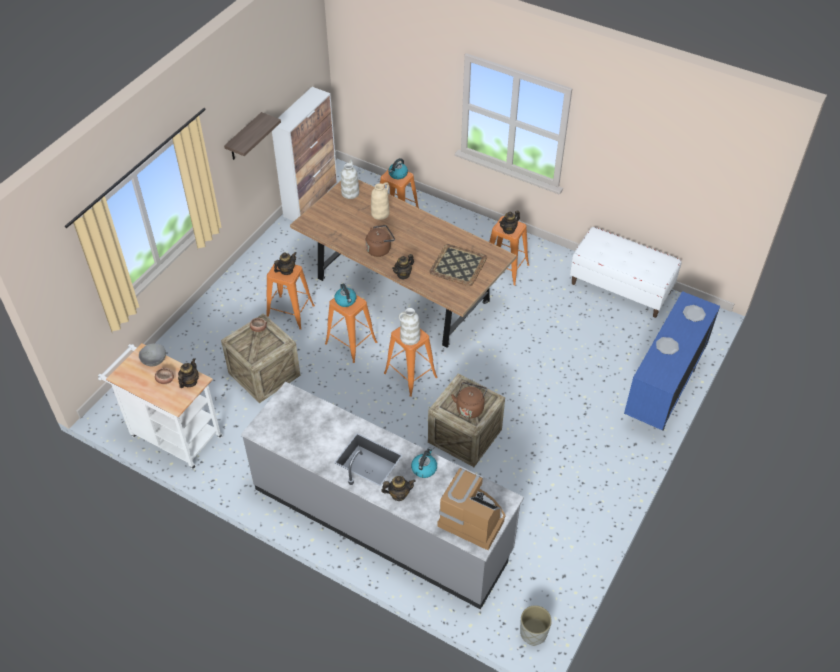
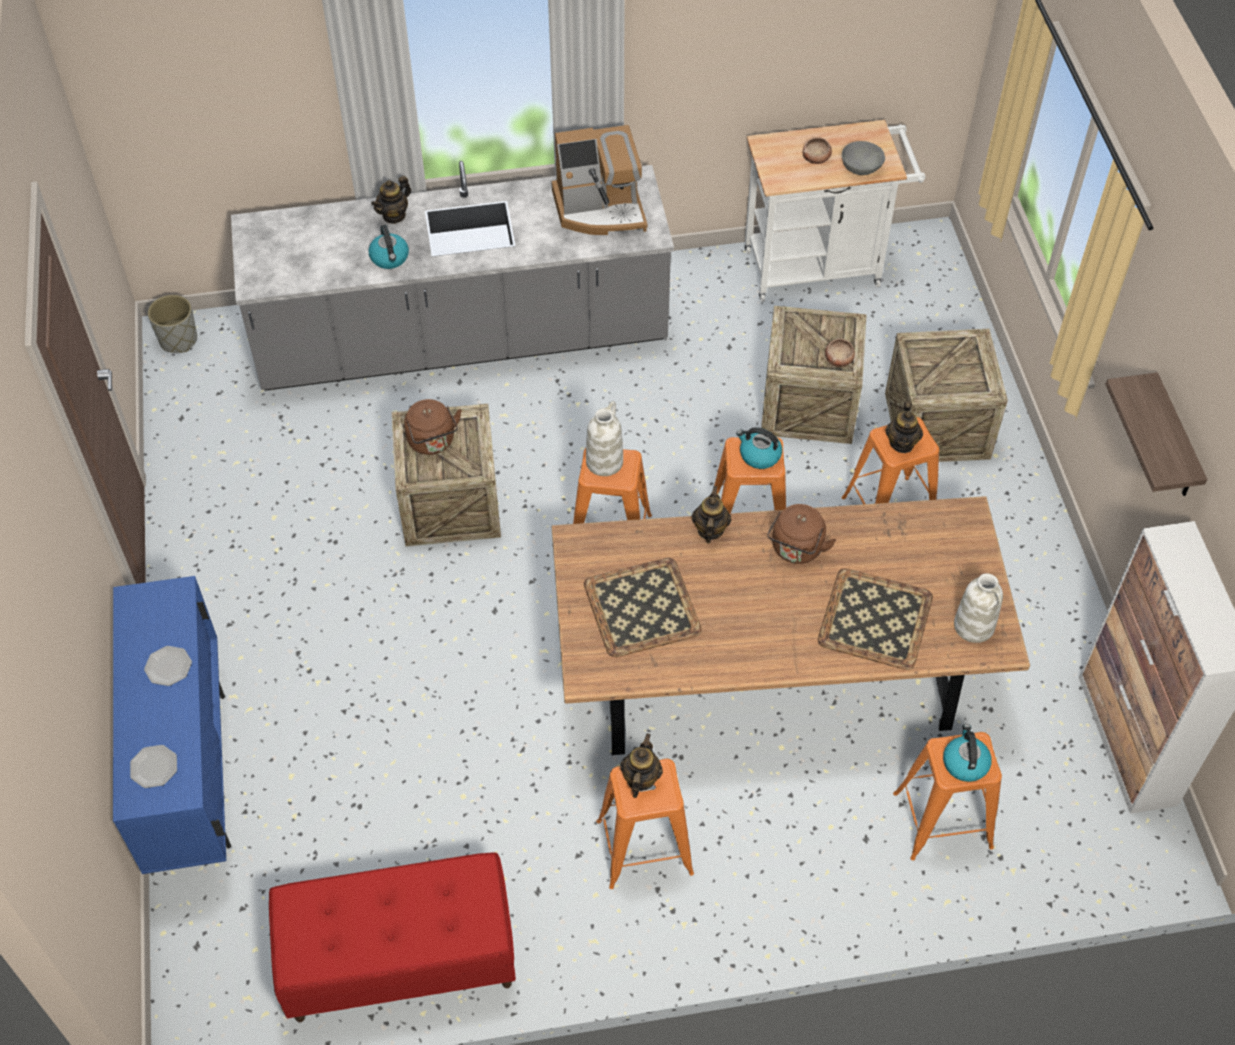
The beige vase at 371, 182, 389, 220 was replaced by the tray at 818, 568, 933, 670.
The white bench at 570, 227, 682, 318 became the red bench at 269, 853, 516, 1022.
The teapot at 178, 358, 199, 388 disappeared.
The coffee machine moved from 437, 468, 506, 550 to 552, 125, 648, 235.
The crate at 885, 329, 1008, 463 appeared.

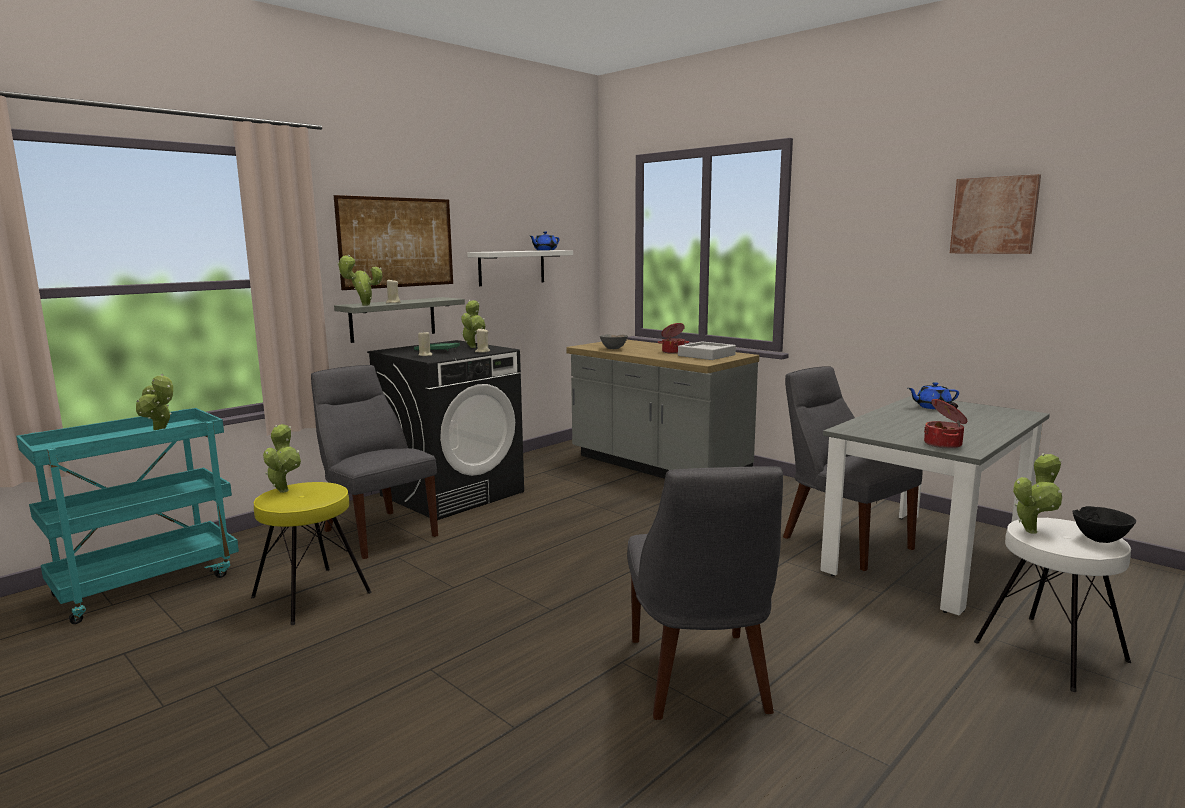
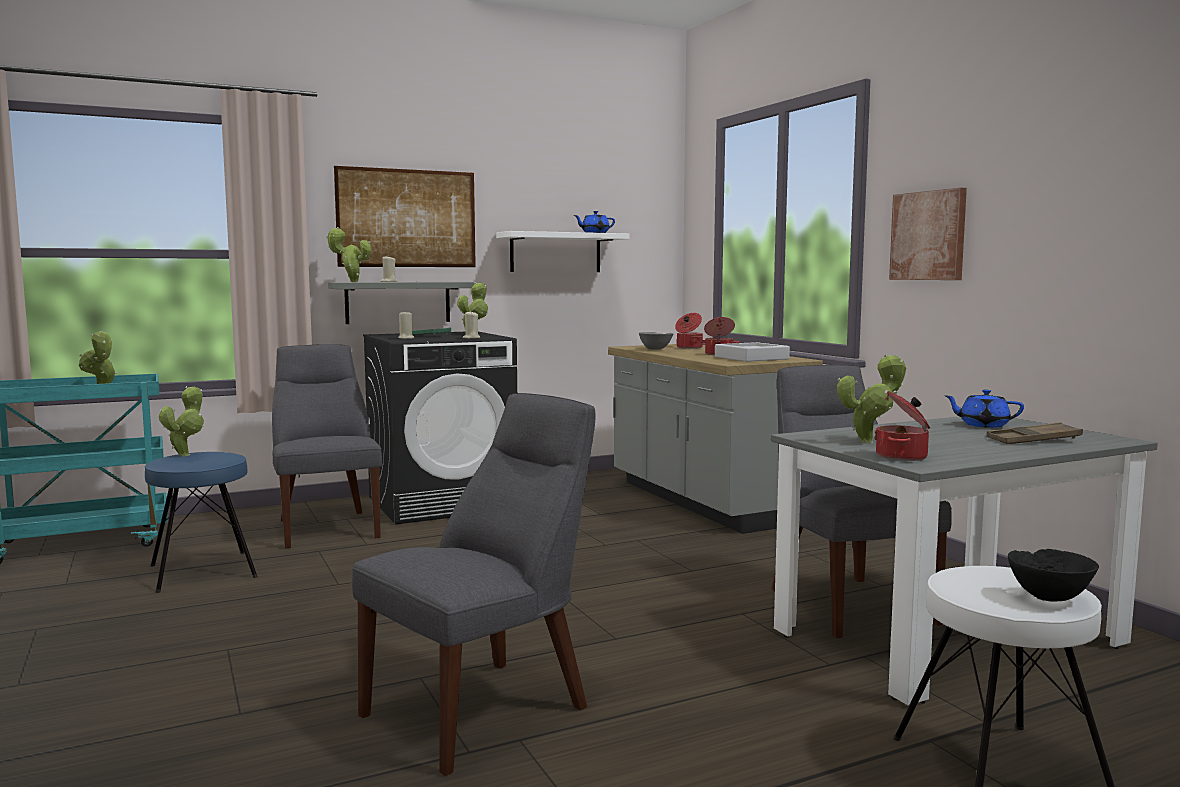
The picture moved from 950, 174, 1041, 254 to 889, 188, 967, 280.
The potted plant moved from 1013, 453, 1062, 534 to 837, 354, 906, 443.
The grey chair at 627, 466, 783, 720 turned 150 degrees counterclockwise.
The yellow stool at 251, 482, 372, 625 became the blue stool at 145, 452, 258, 593.
The cooking pot at 675, 313, 703, 349 appeared.
The brown tray at 987, 422, 1083, 444 appeared.

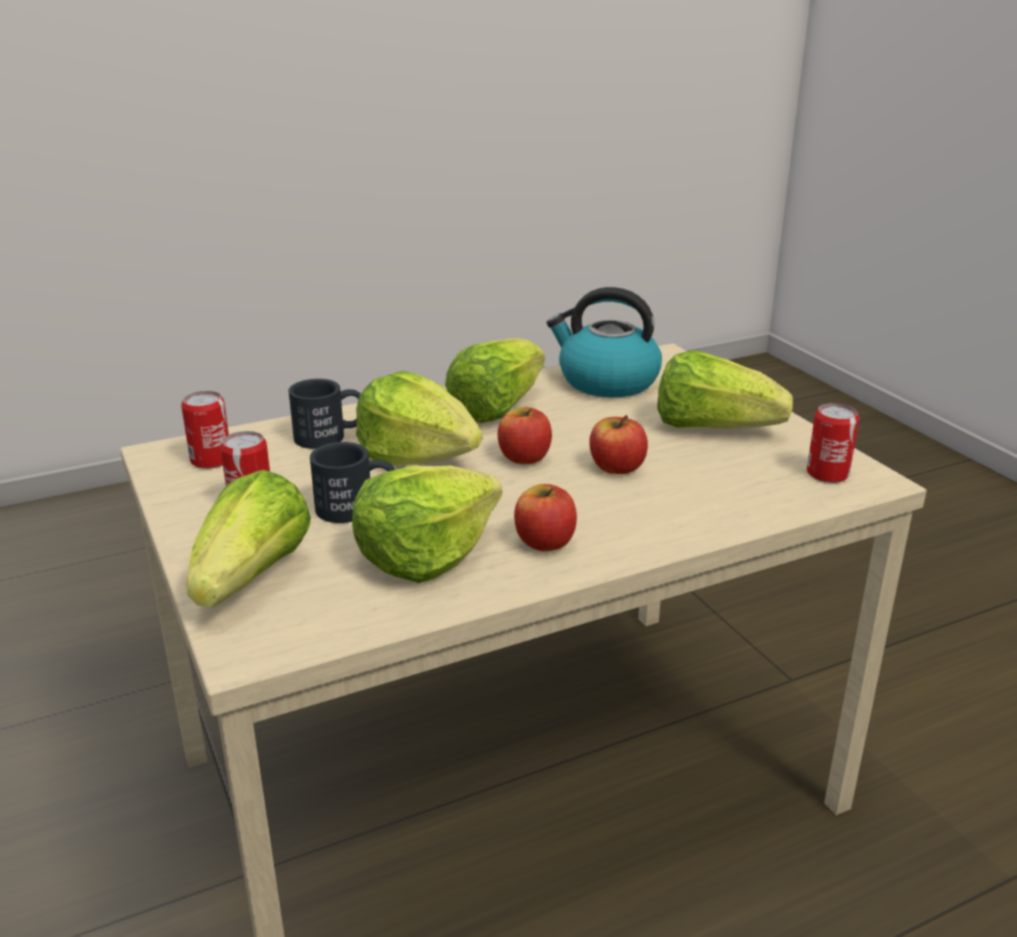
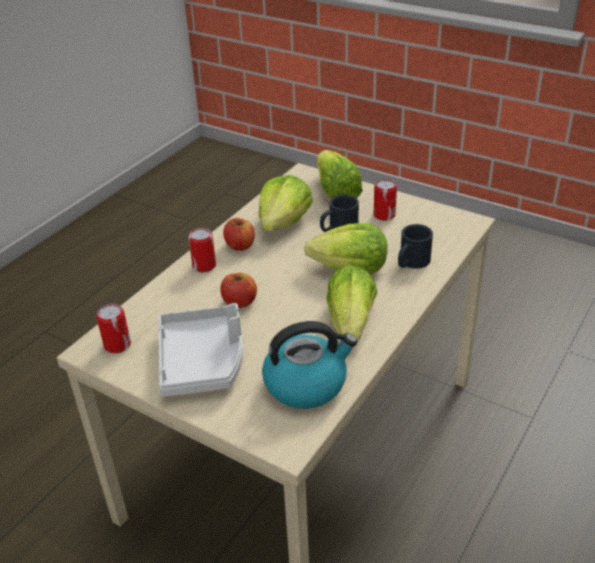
The lettuce at 657, 350, 793, 428 was replaced by the grey tray at 159, 303, 243, 397.
The can moved from 181, 391, 229, 469 to 188, 228, 216, 272.
The apple at 498, 407, 552, 464 disappeared.

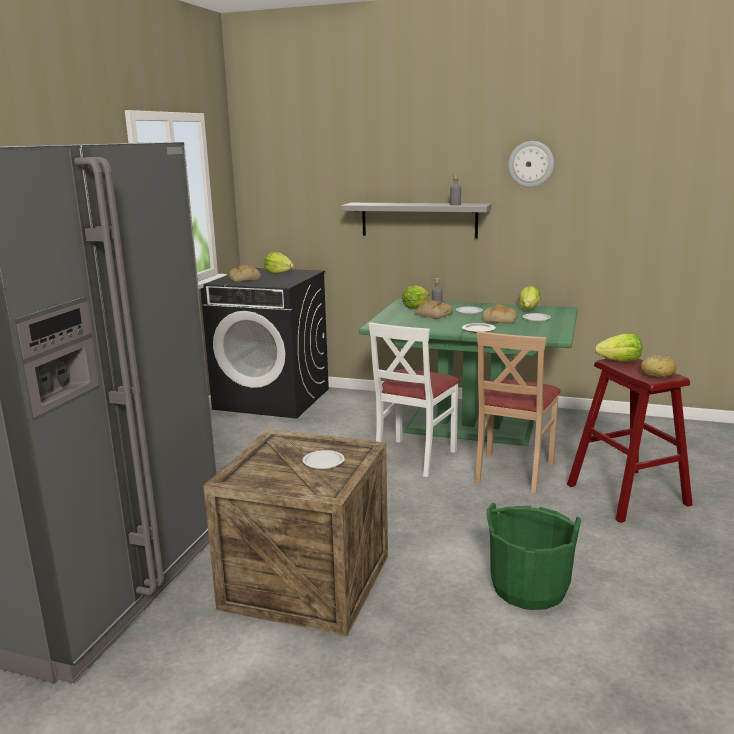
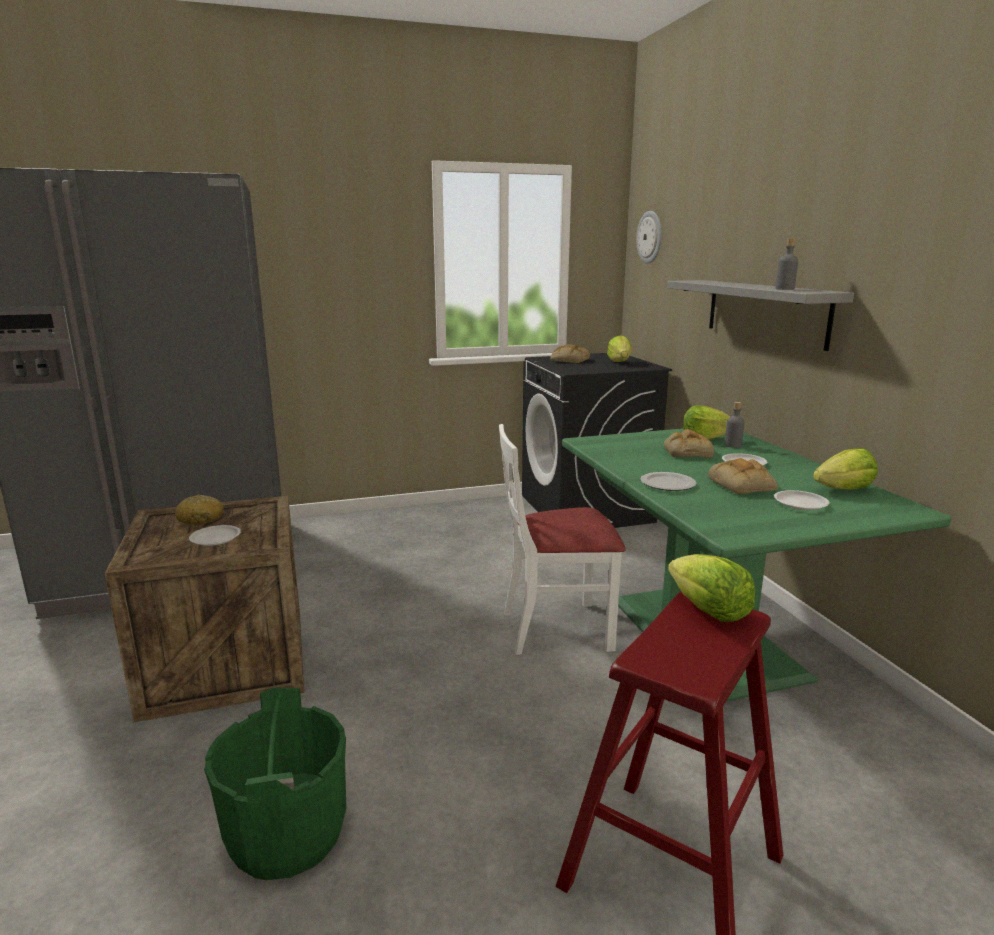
The wall clock moved from 508, 141, 554, 187 to 636, 211, 662, 264.
The beige chair at 475, 331, 561, 493 disappeared.
The bread moved from 641, 355, 676, 378 to 175, 494, 224, 525.

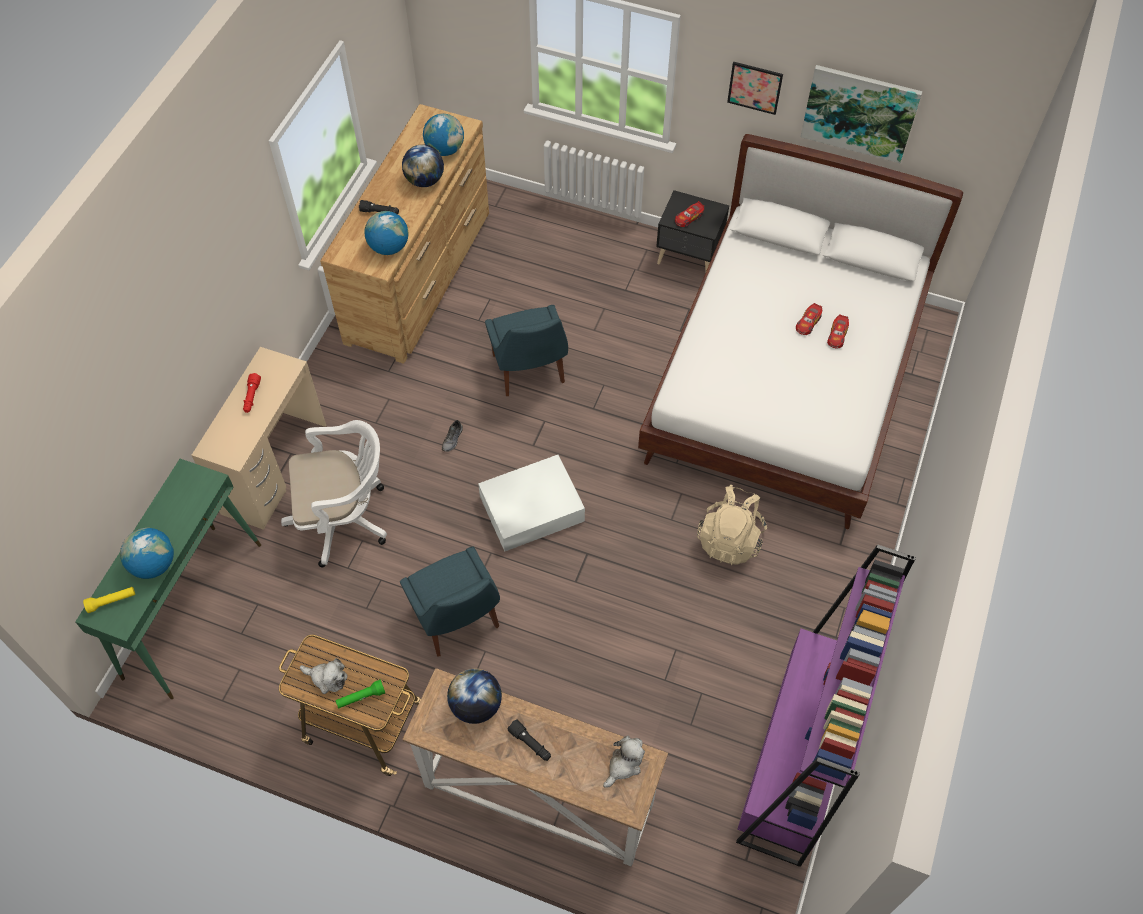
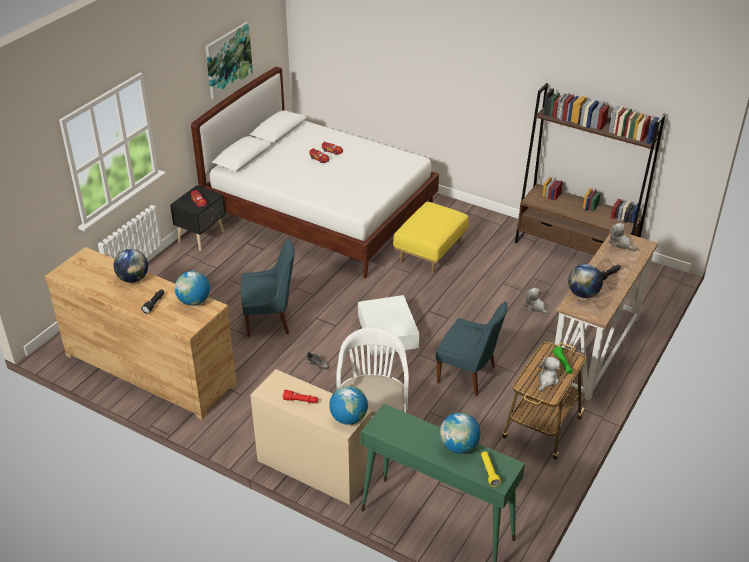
The picture at 727, 62, 783, 115 disappeared.
The globe moved from 423, 114, 464, 156 to 329, 386, 368, 425.
The beige backpack at 697, 485, 767, 565 was replaced by the yellow ottoman at 393, 202, 469, 274.
The purple bookcase at 736, 544, 916, 867 became the brown bookcase at 515, 83, 666, 255.
The blue chair at 400, 547, 500, 657 turned 45 degrees clockwise.
The plush toy at 525, 288, 549, 315 appeared.

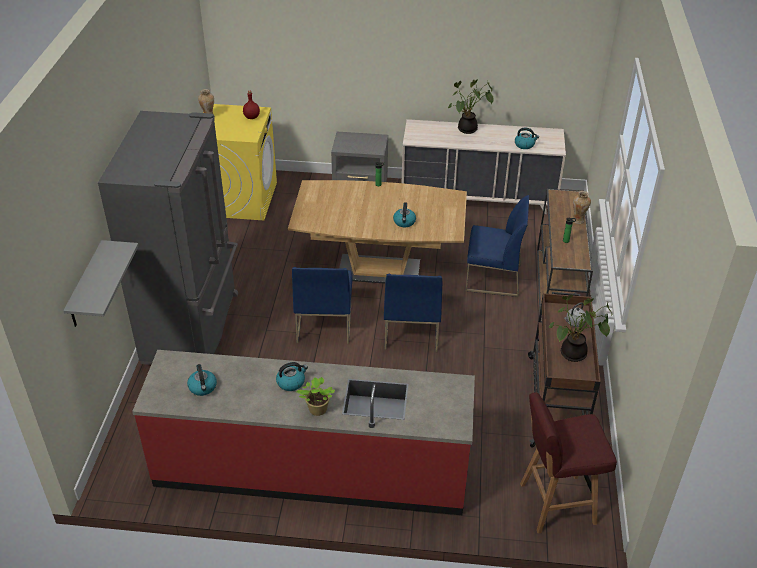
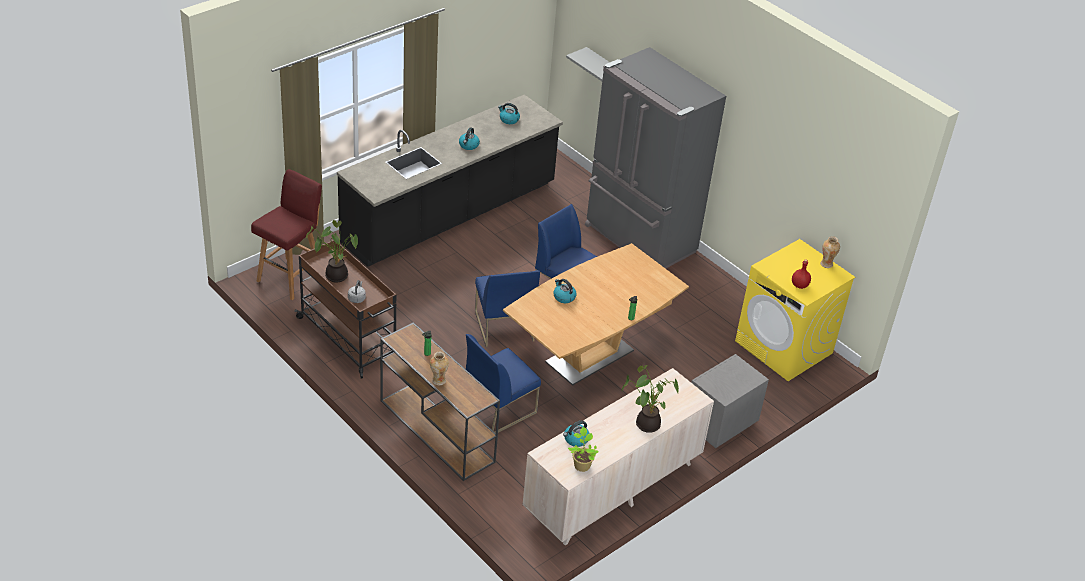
The blue chair at 384, 274, 442, 352 turned 150 degrees counterclockwise.
The red counter at 132, 350, 475, 515 became the black counter at 337, 95, 563, 267.
The potted plant moved from 296, 377, 335, 416 to 568, 427, 599, 472.

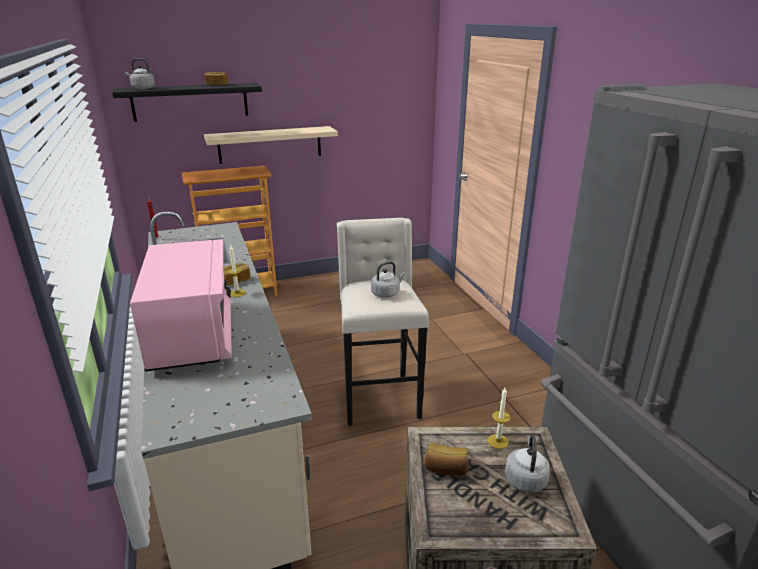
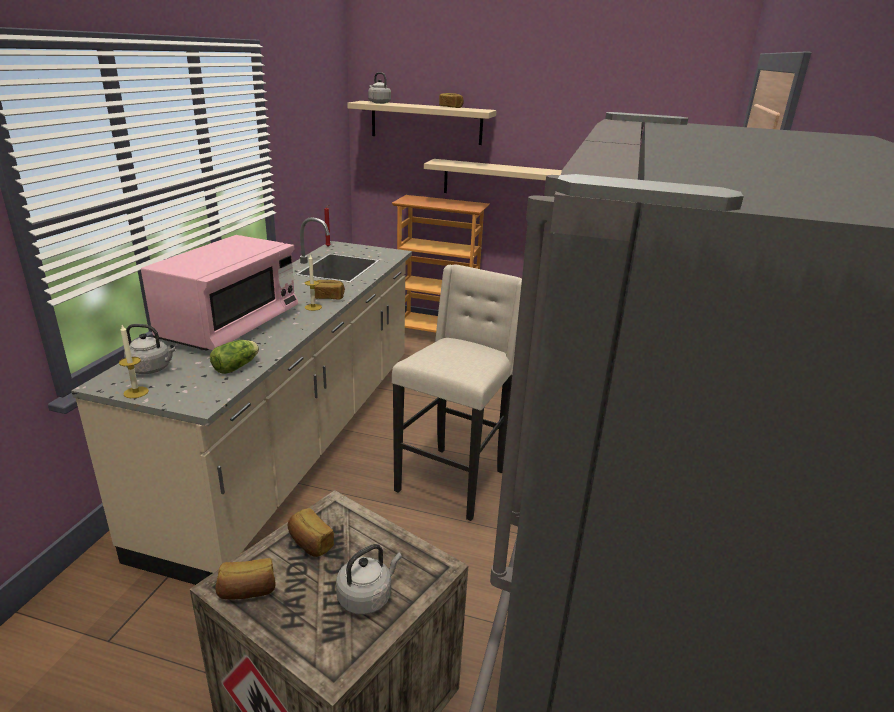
The black shelf at 112, 83, 262, 122 became the beige shelf at 347, 101, 496, 145.
The grey kettle moved from 371, 261, 405, 298 to 124, 324, 176, 374.
The candle moved from 488, 387, 511, 449 to 119, 325, 149, 398.
The lettuce at 210, 340, 259, 374 appeared.
The bread at 215, 558, 276, 600 appeared.

